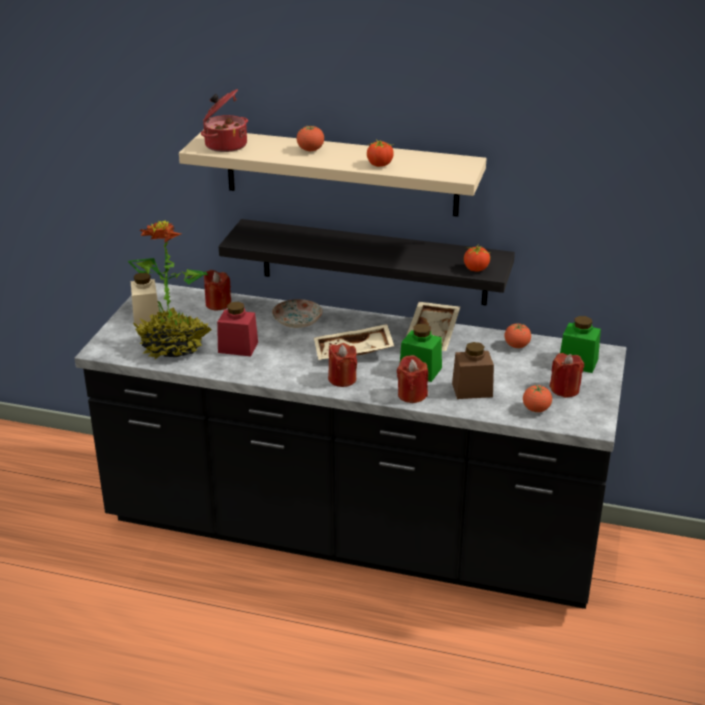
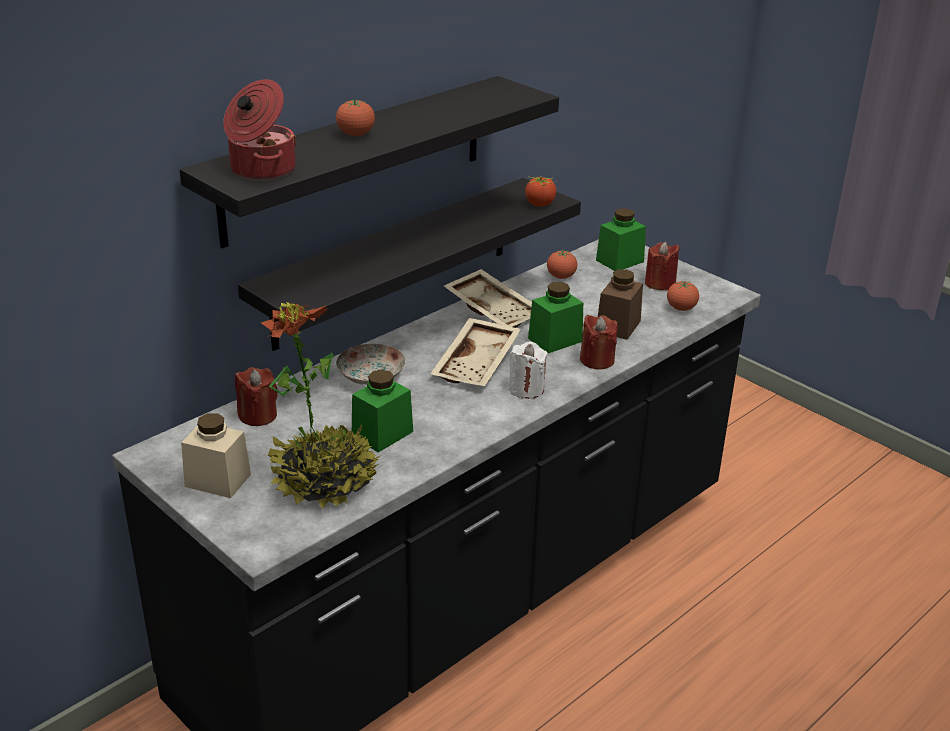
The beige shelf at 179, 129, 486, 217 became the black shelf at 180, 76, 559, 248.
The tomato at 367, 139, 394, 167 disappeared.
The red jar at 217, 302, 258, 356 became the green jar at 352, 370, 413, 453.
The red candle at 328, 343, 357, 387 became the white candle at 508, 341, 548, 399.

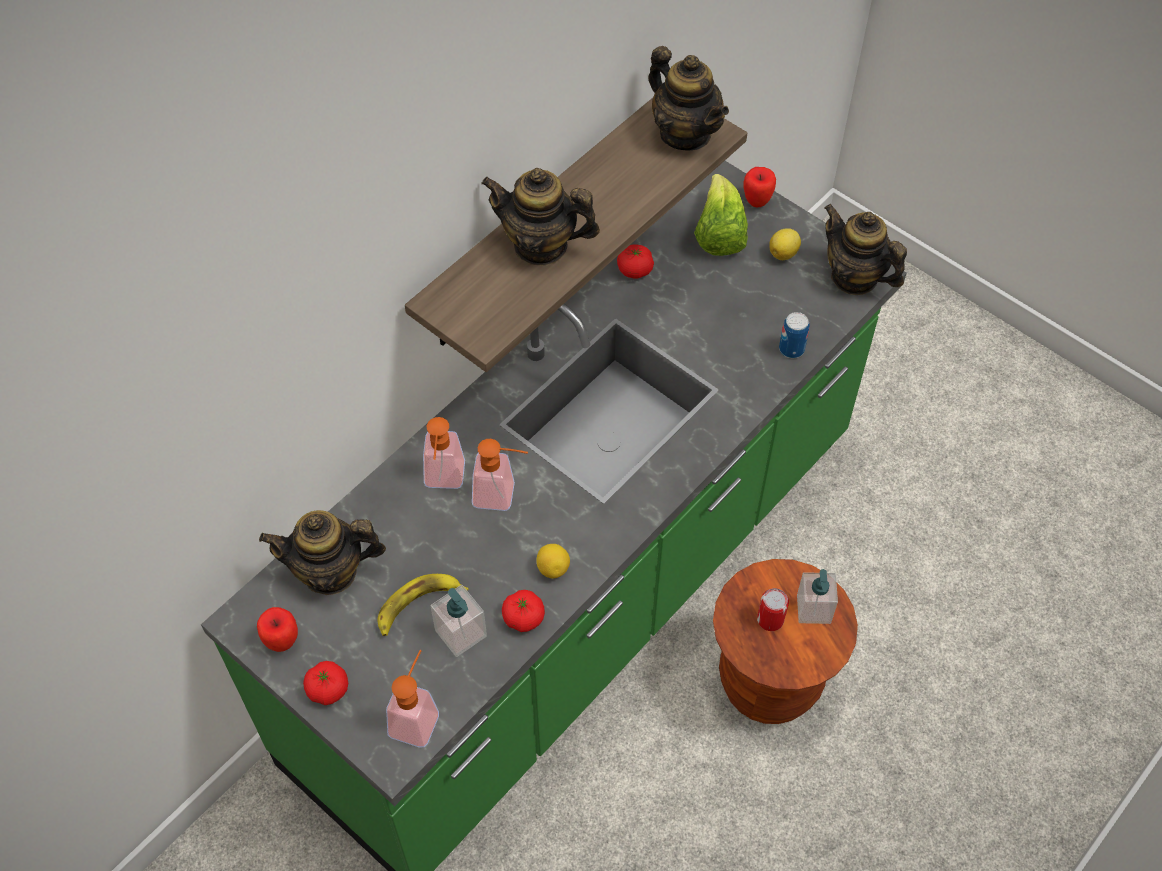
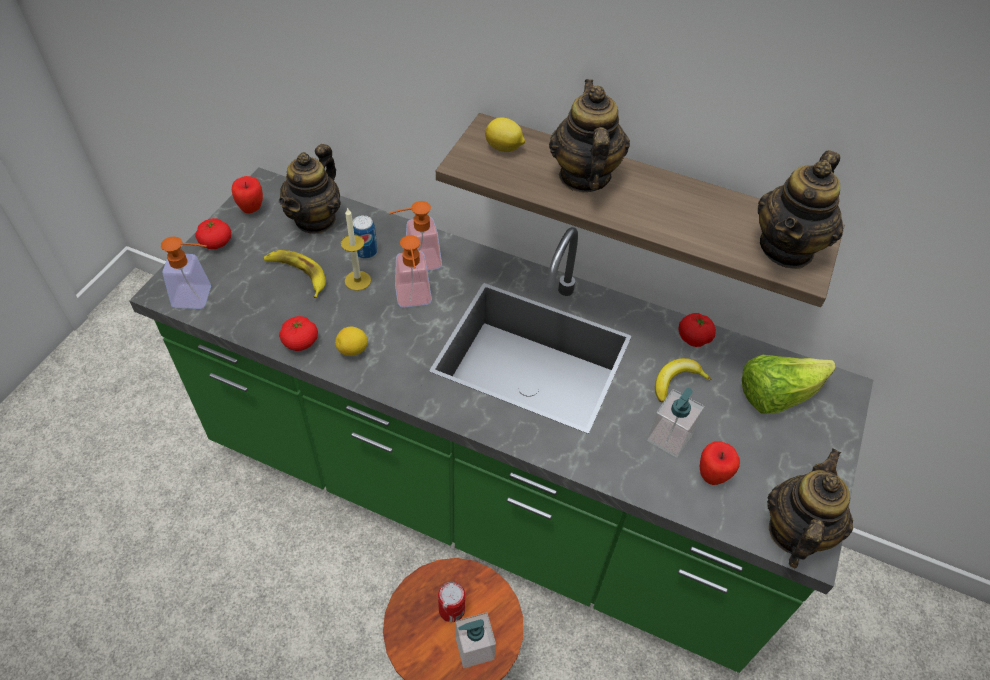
The apple moved from 744, 167, 776, 208 to 700, 441, 740, 485.
The lemon moved from 769, 228, 801, 260 to 485, 118, 525, 152.
The can moved from 779, 312, 810, 358 to 353, 215, 378, 259.
The teapot at 259, 510, 386, 595 turned 135 degrees counterclockwise.
The soap dispenser moved from 430, 585, 487, 657 to 647, 388, 705, 458.
The candle at 341, 207, 371, 291 appeared.
The banana at 655, 358, 711, 402 appeared.

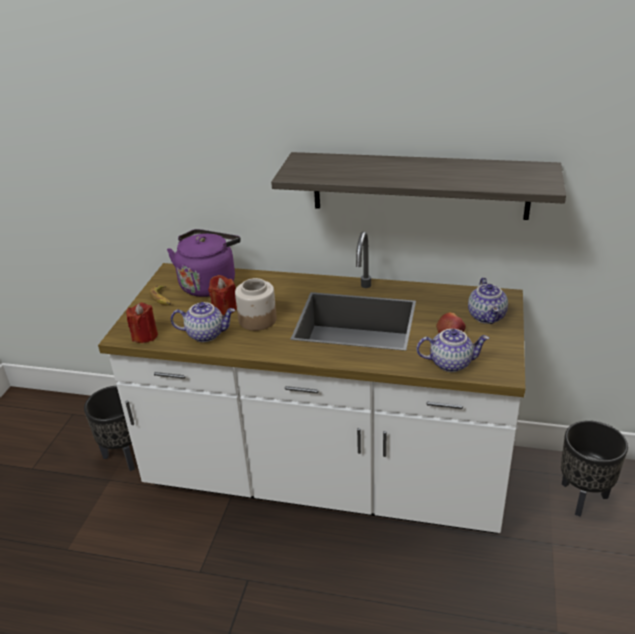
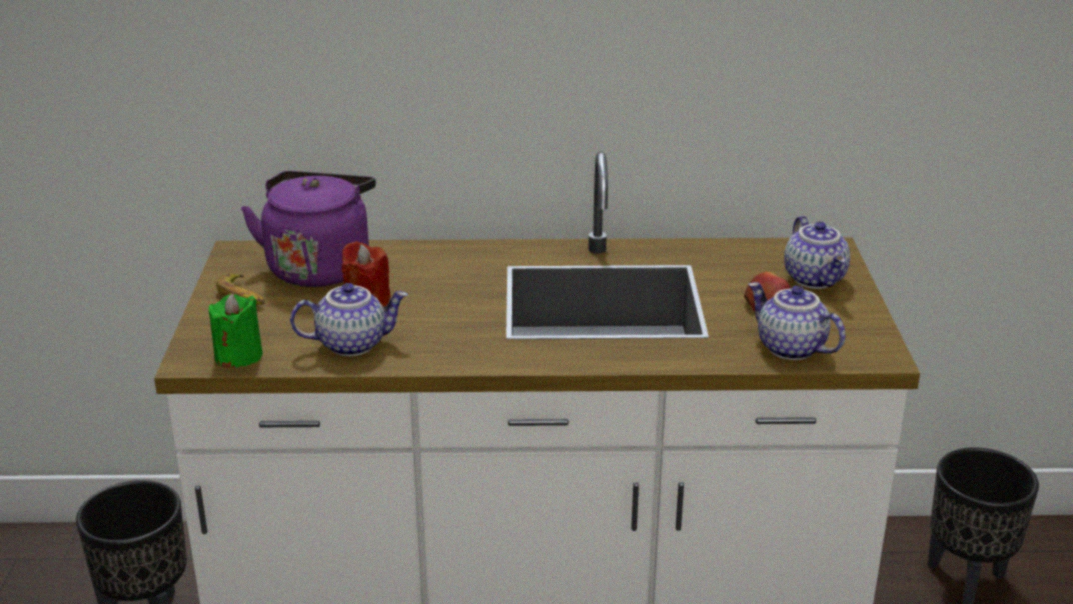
The shelf at 271, 152, 566, 220 disappeared.
The jar at 235, 278, 277, 331 disappeared.
The red candle at 126, 303, 158, 343 became the green candle at 209, 293, 263, 367.
The teapot at 417, 329, 489, 372 turned 120 degrees counterclockwise.

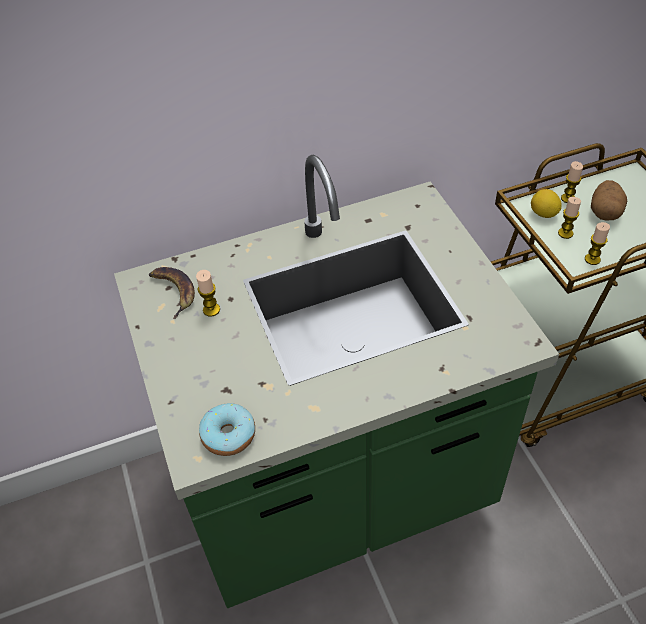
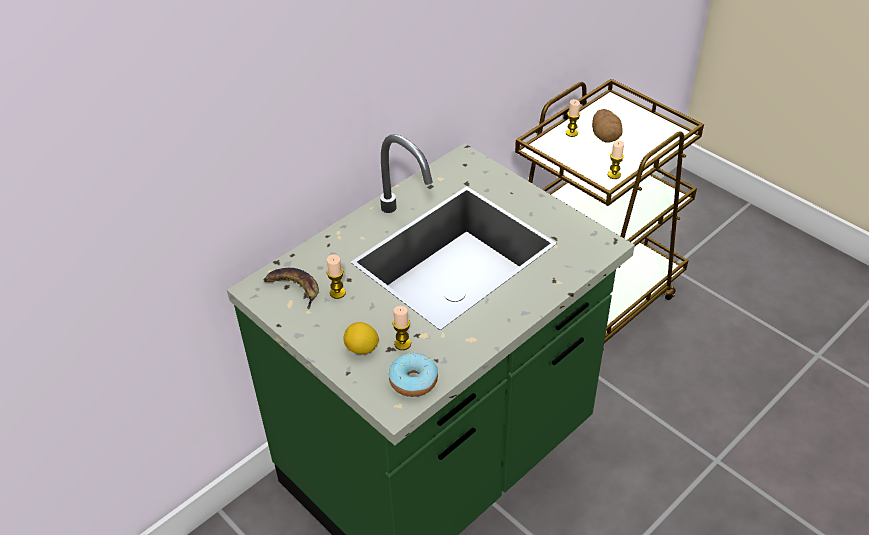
The lemon moved from 531, 189, 562, 218 to 344, 322, 379, 354.
The candle moved from 558, 197, 581, 239 to 393, 306, 411, 350.

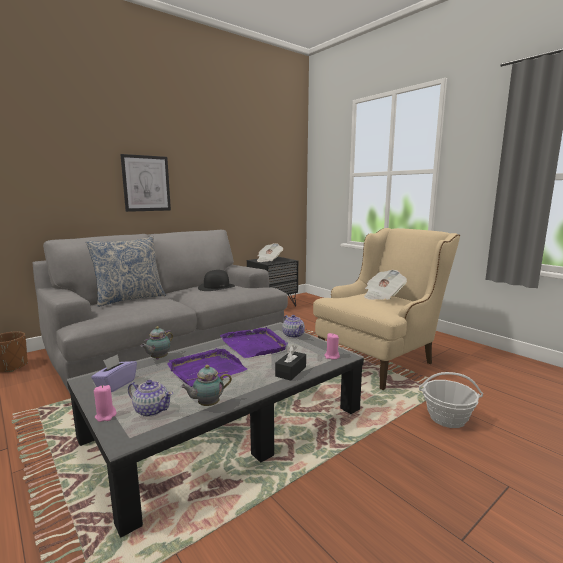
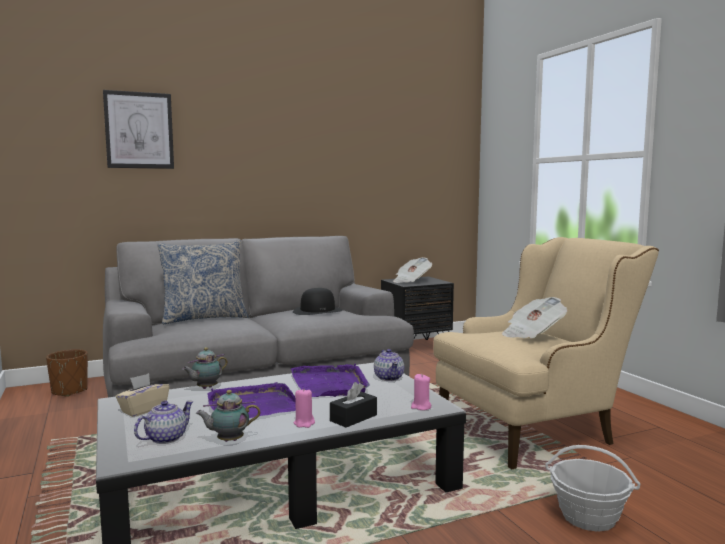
The picture moved from 120, 154, 171, 212 to 103, 90, 174, 169.
The purple tissue box at 91, 354, 137, 393 became the beige tissue box at 116, 373, 169, 417.
The teapot at 128, 380, 173, 417 turned 90 degrees counterclockwise.
The pink candle moved from 94, 385, 116, 422 to 294, 389, 315, 428.

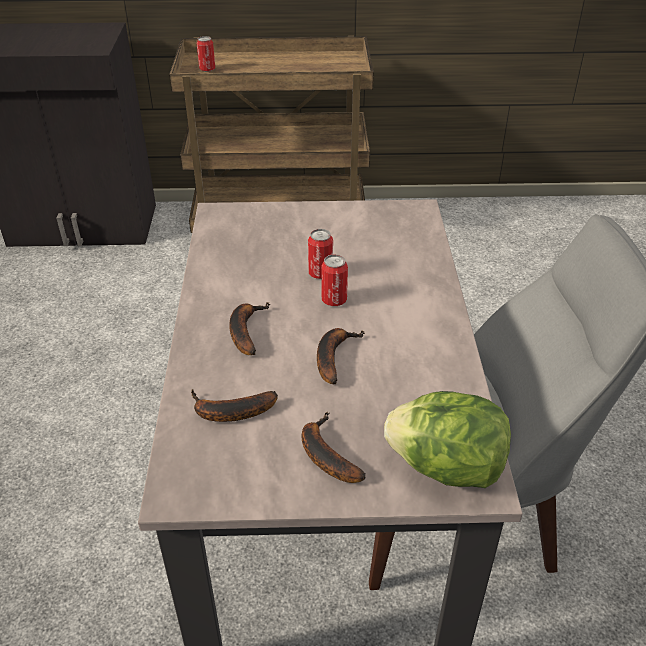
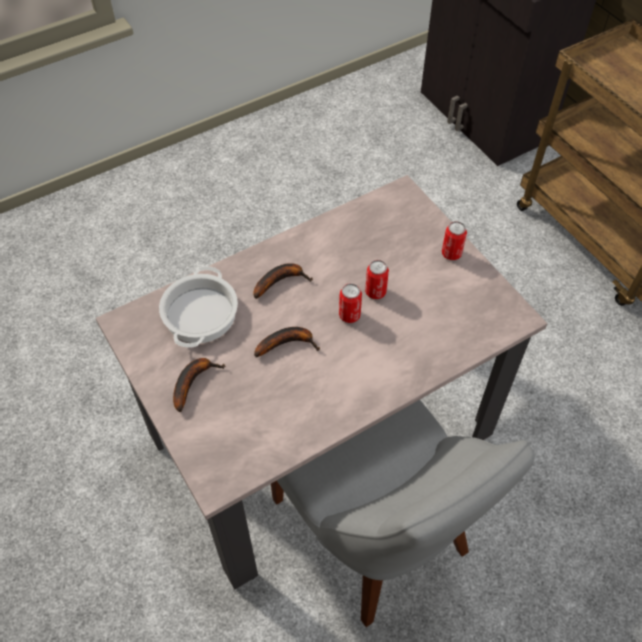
The can moved from 197, 36, 215, 72 to 442, 221, 467, 260.
The banana at 191, 389, 278, 422 was replaced by the cooking pot at 159, 266, 238, 348.
The lettuce at 384, 391, 511, 488 disappeared.

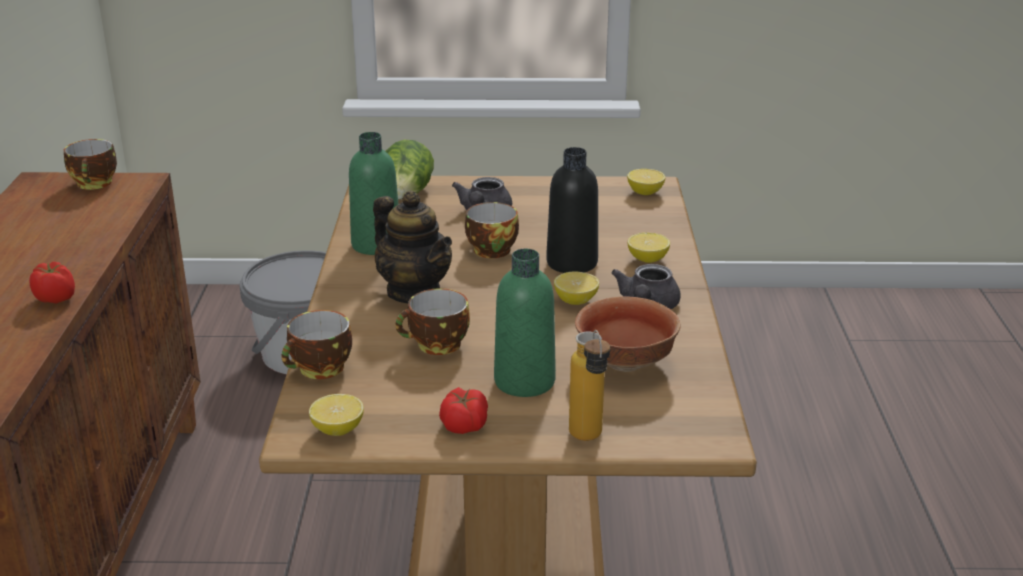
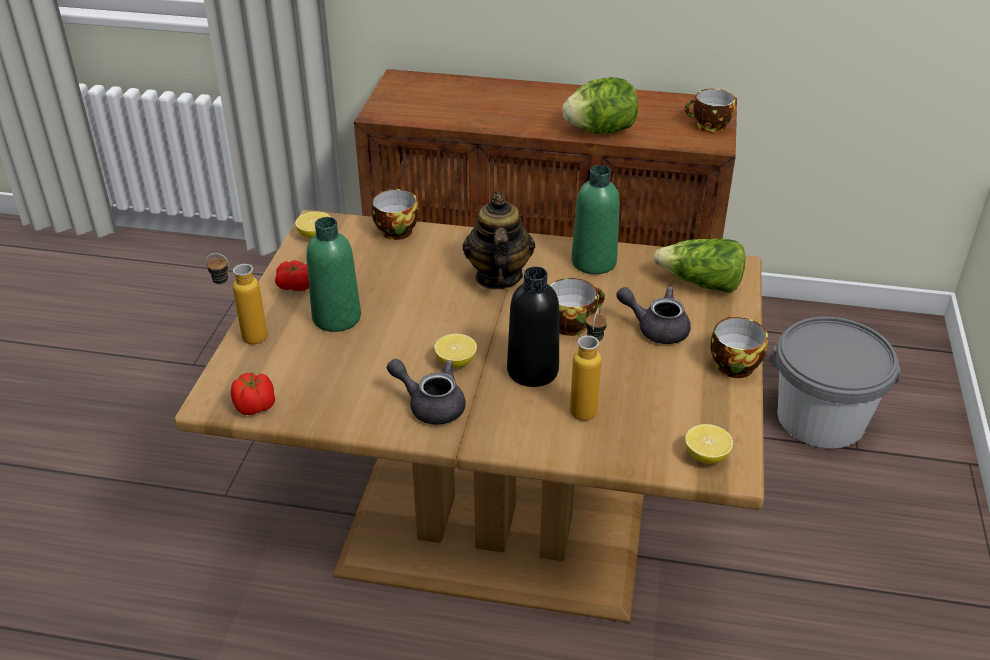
The teapot at 373, 191, 452, 303 turned 120 degrees clockwise.
The lemon at 627, 232, 670, 263 disappeared.
The tomato moved from 29, 262, 75, 304 to 231, 372, 275, 415.
The cup moved from 396, 288, 470, 355 to 710, 317, 768, 378.
The bowl at 575, 297, 681, 372 disappeared.
The lettuce at 562, 77, 638, 134 appeared.
The bottle at 570, 308, 607, 421 appeared.

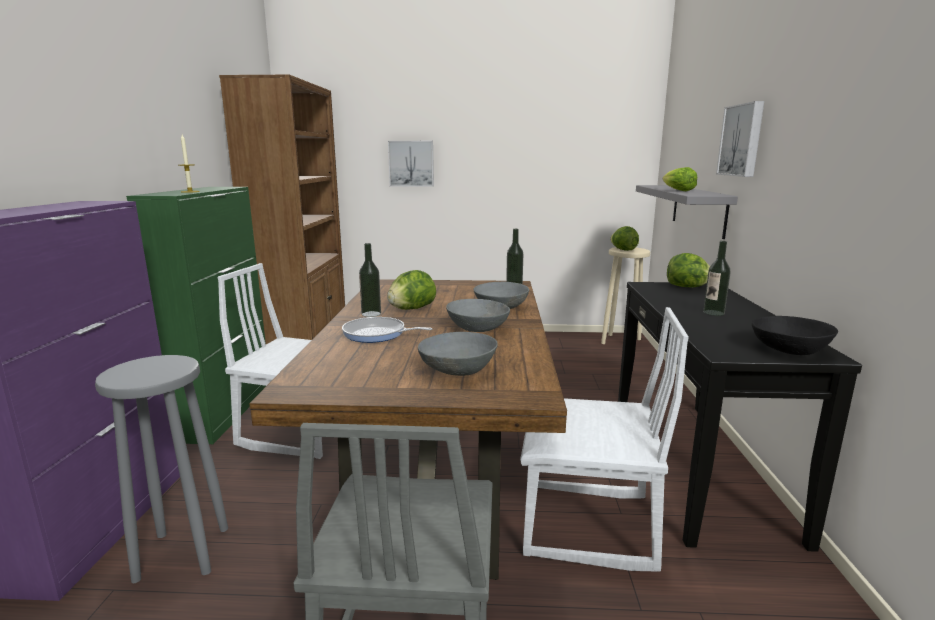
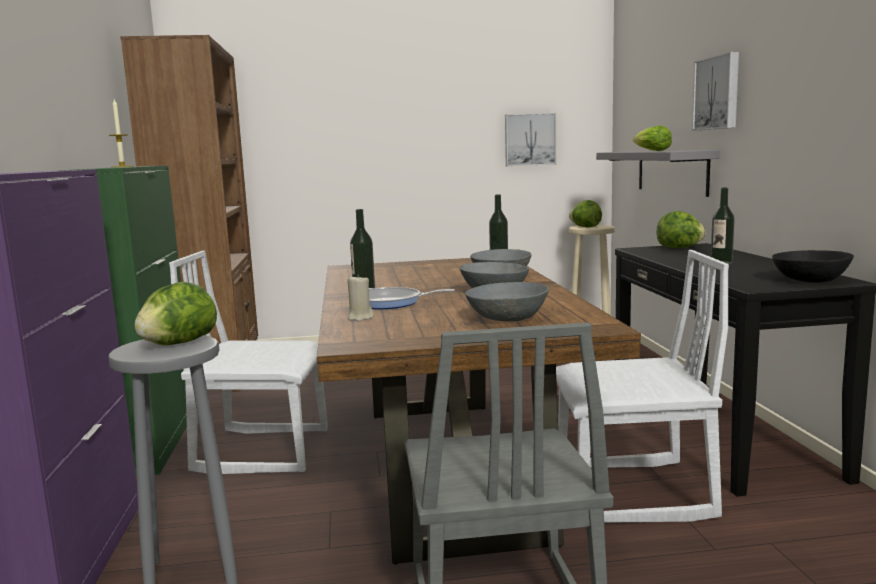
The picture moved from 388, 141, 434, 187 to 505, 113, 556, 167.
The lettuce moved from 387, 270, 436, 310 to 135, 282, 217, 345.
The beige candle at 347, 275, 374, 321 appeared.

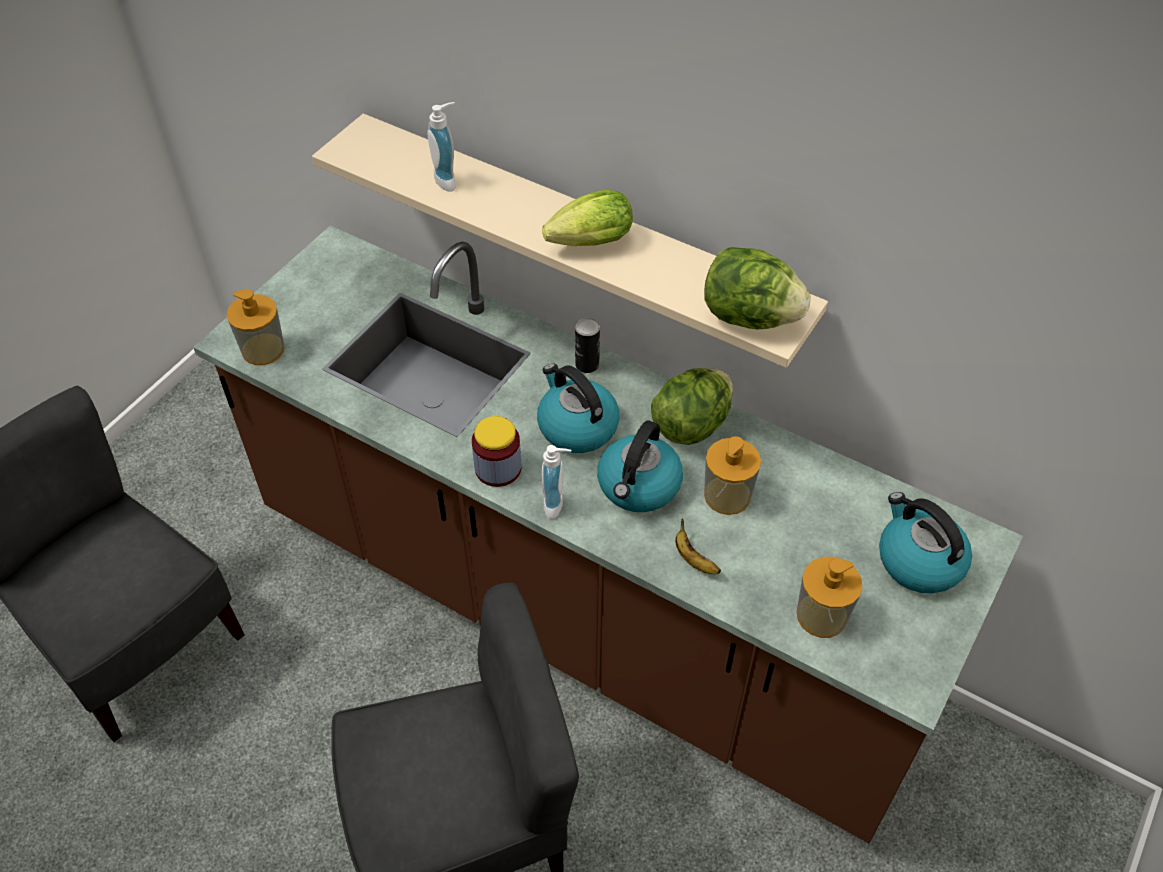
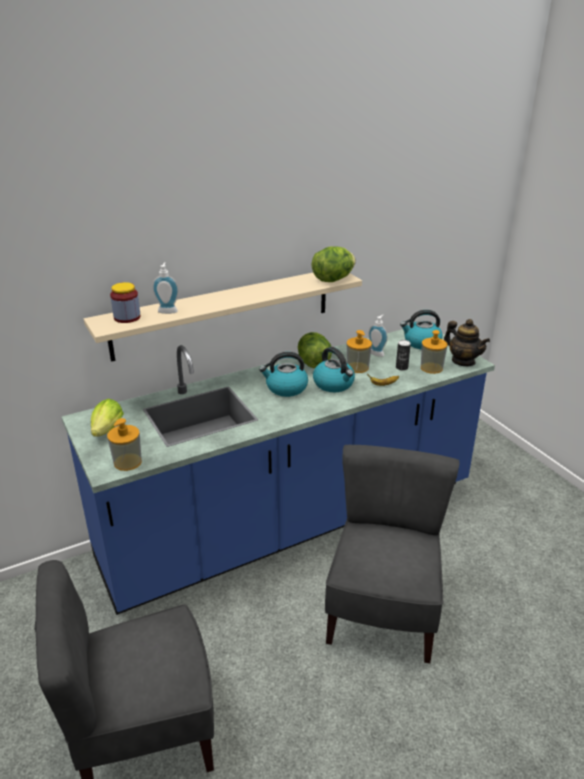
The lettuce moved from 542, 190, 633, 246 to 91, 399, 124, 437.
The brown counter at 193, 225, 1023, 843 became the blue counter at 61, 329, 495, 615.
The can moved from 575, 318, 600, 373 to 396, 340, 411, 370.
The jar moved from 472, 416, 521, 487 to 110, 282, 141, 323.
The soap dispenser moved from 542, 445, 571, 519 to 368, 315, 388, 357.
The teapot at 444, 319, 490, 366 appeared.

